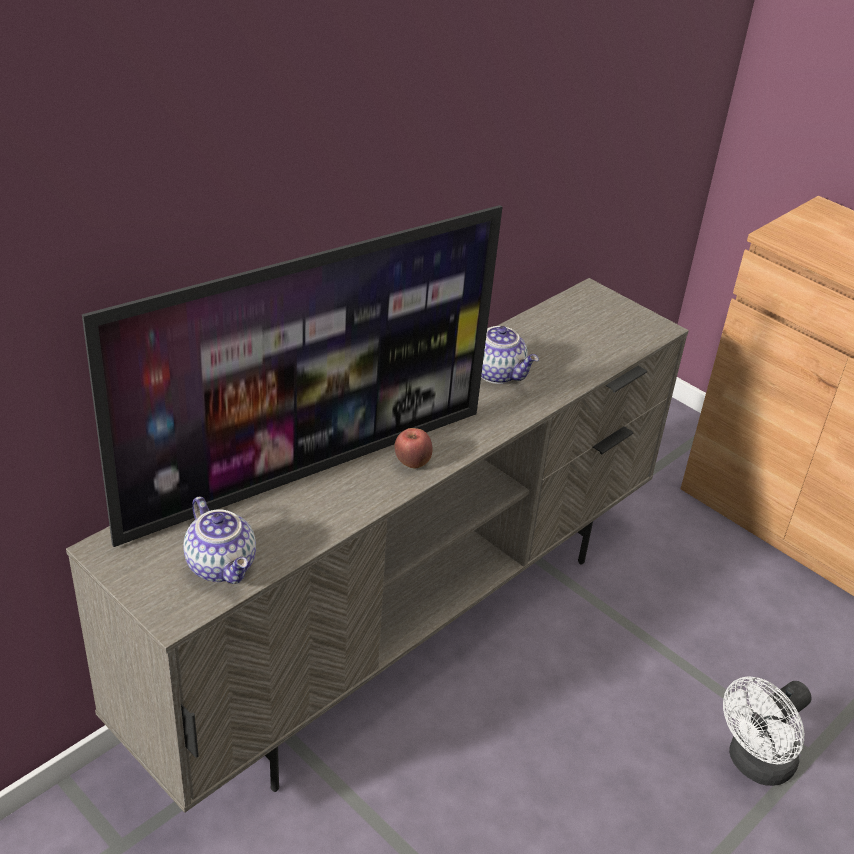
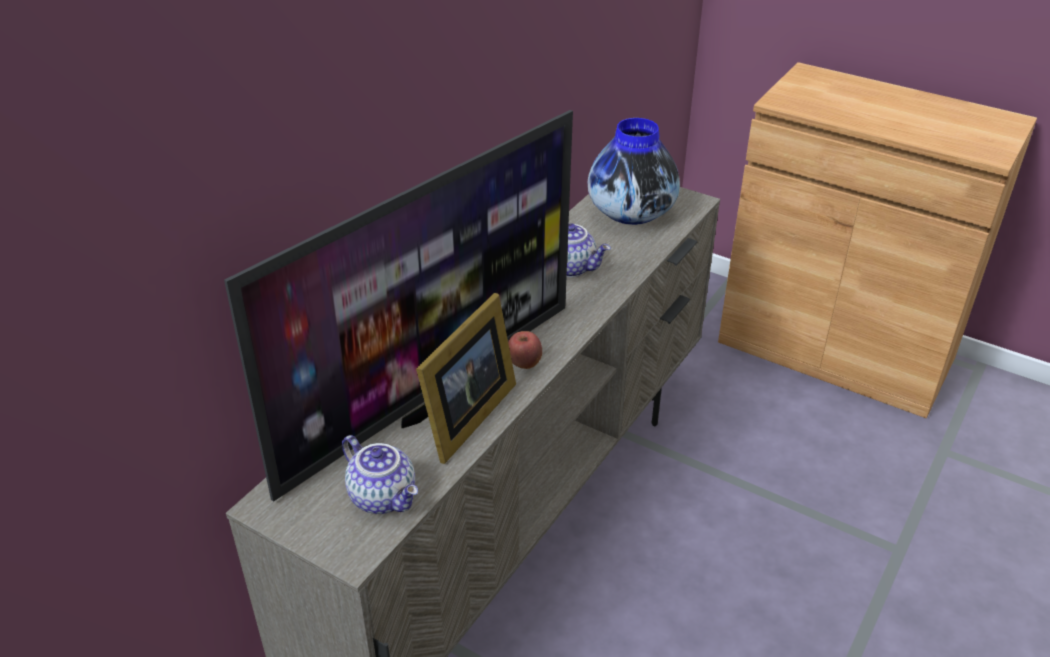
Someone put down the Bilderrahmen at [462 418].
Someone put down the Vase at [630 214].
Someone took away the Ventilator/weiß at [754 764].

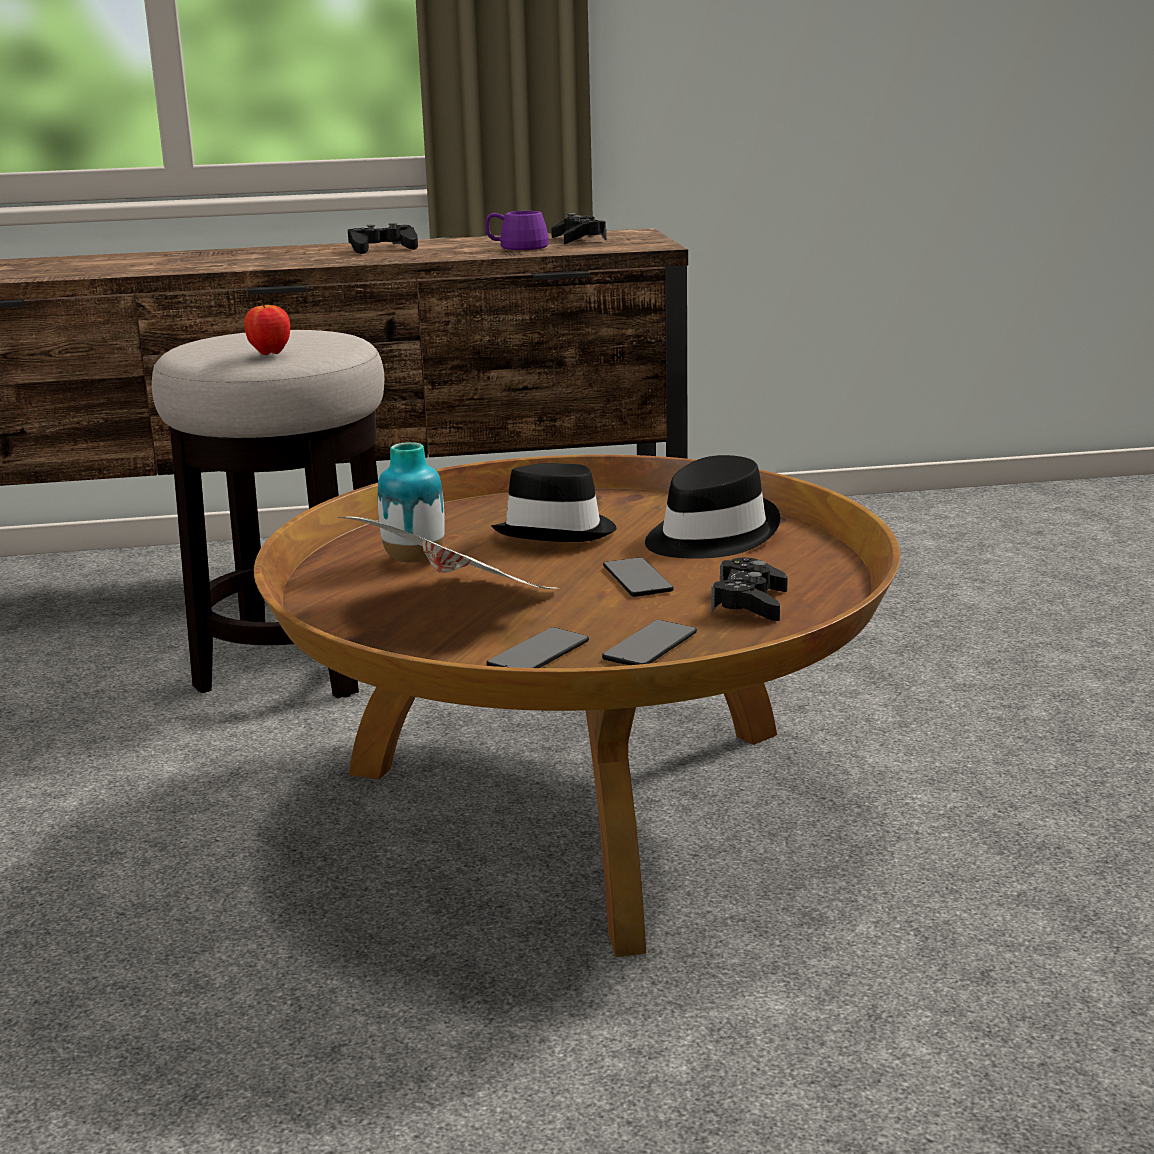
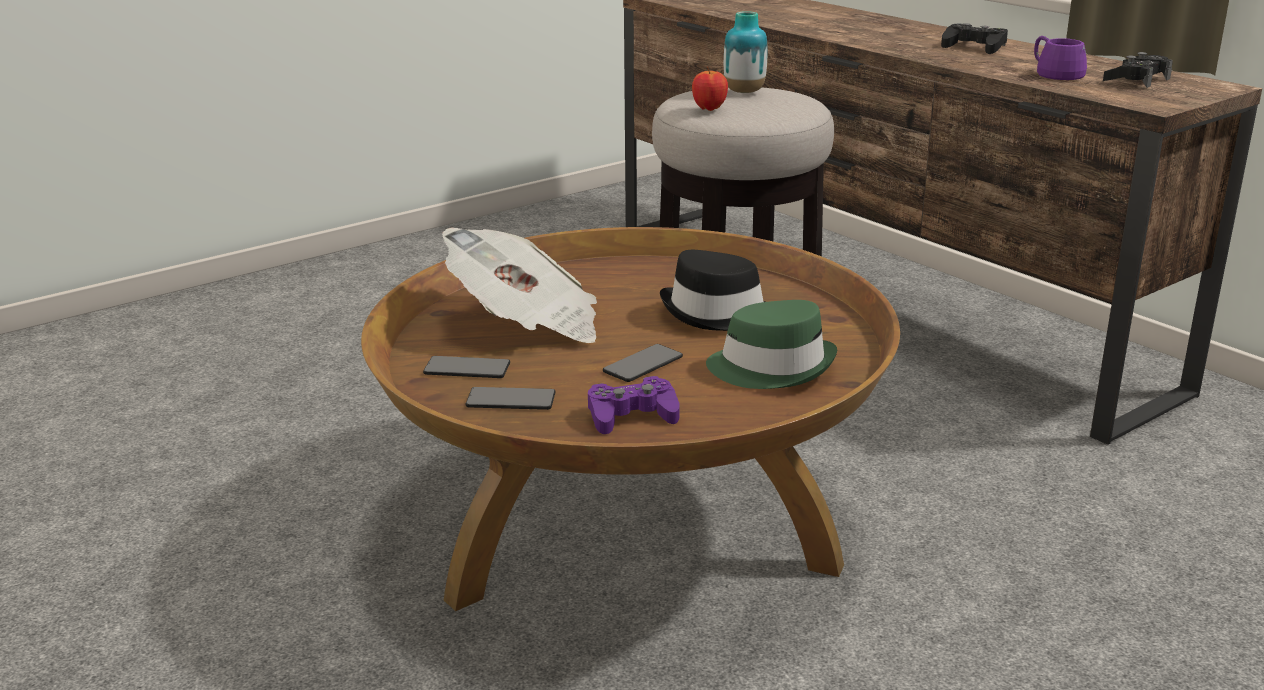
Someone repainted the Gamepad/schwarz at [749 603], which became the Gamepad/lila at [631 415].
Someone repainted the Hut/schwarz at [709 536], which became the Hut/grün at [772 367].
Someone carried the Vase from [414 559] to [744 92].

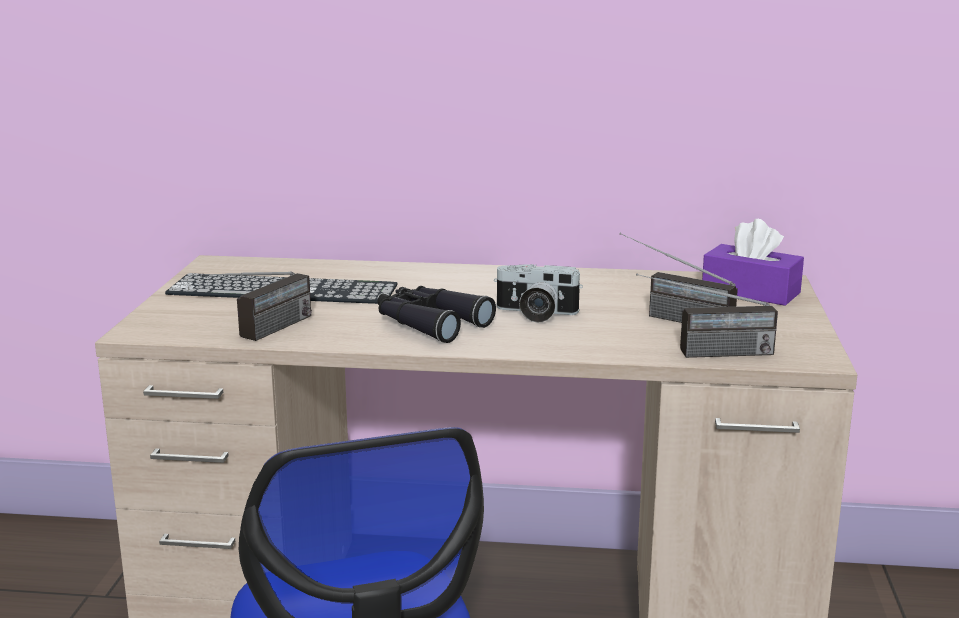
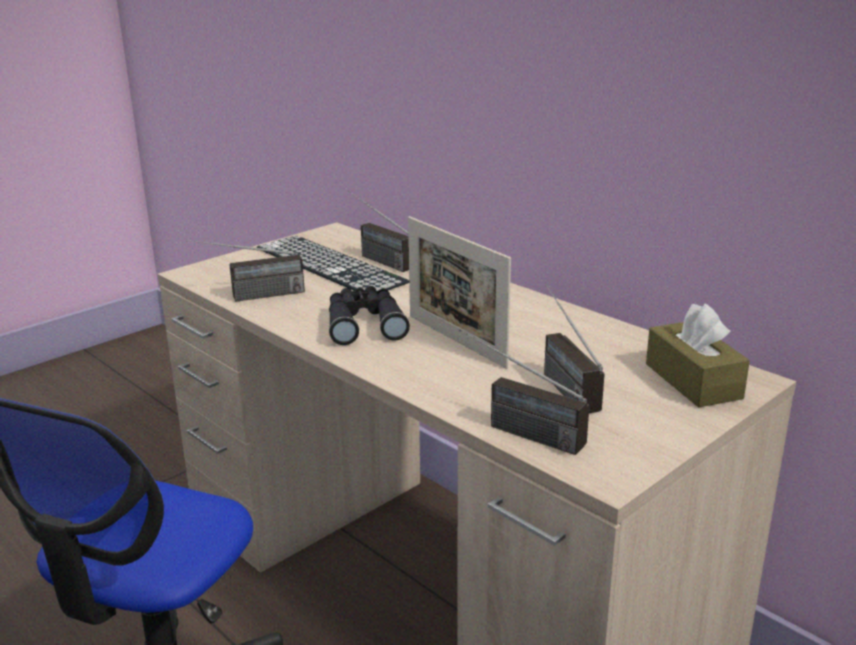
Someone put down the Radio at [375 258].
Someone swapped the Kamera at [535 314] for the Bilderrahmen at [456 341].
Someone repainted the Taschentuchbox/lila at [750 292], which became the Taschentuchbox/braun at [693 381].

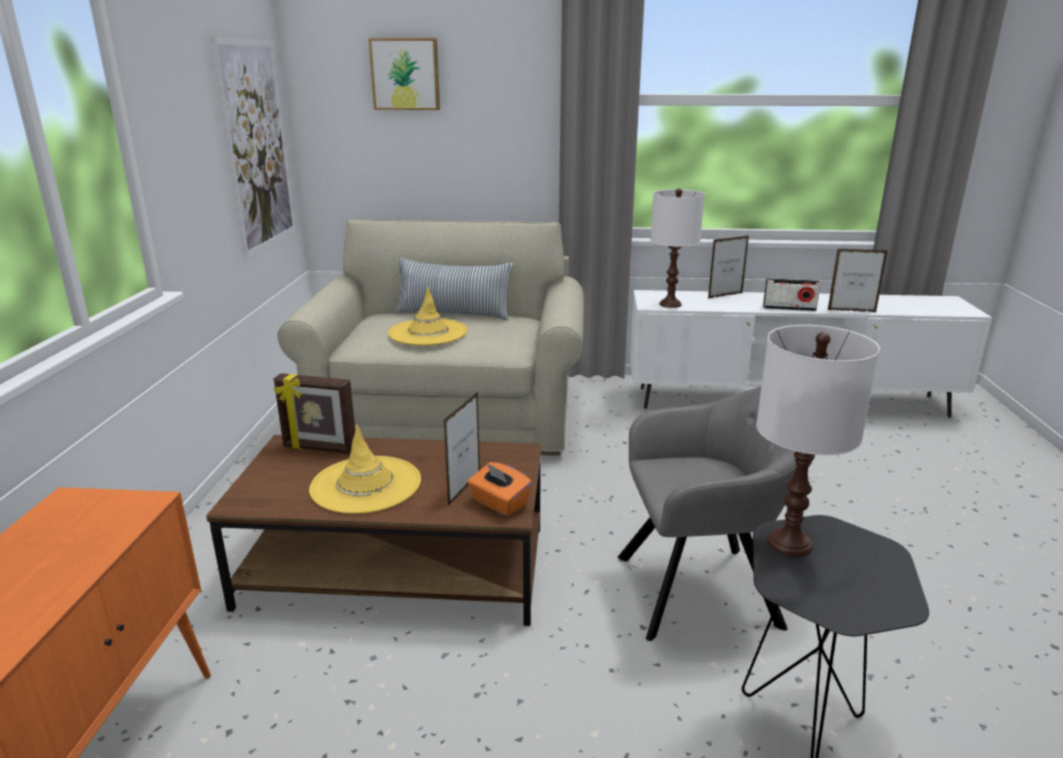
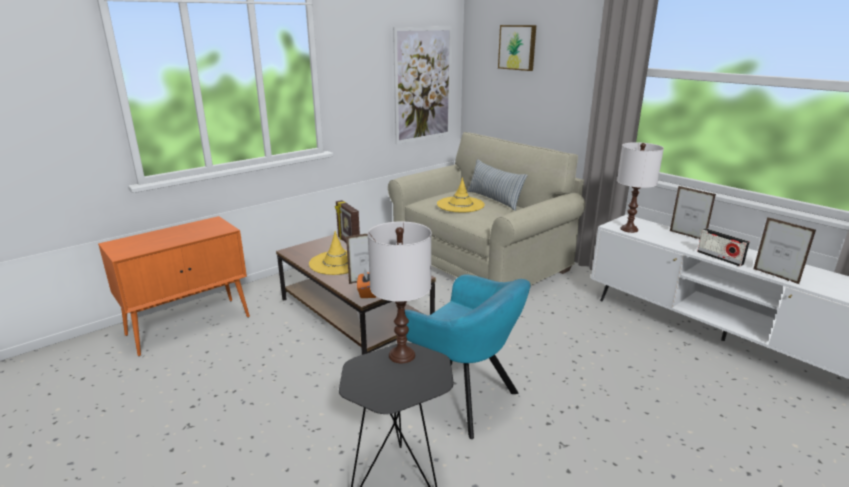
Someone repainted the Sessel/grau at [705 590], which became the Sessel/türkis at [463 398].
Someone rotated the Bilderrahmen at [725 295] by 150 degrees counterclockwise.

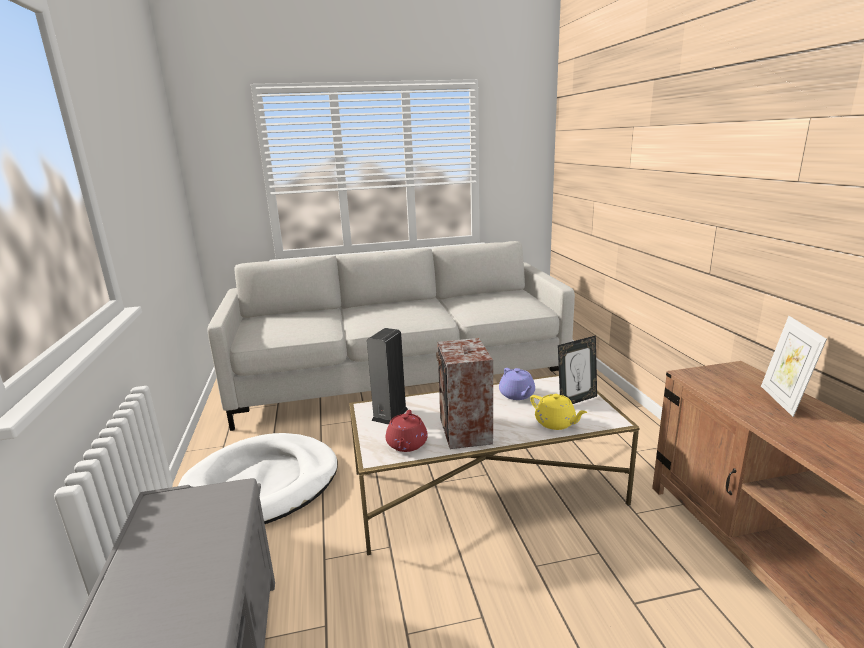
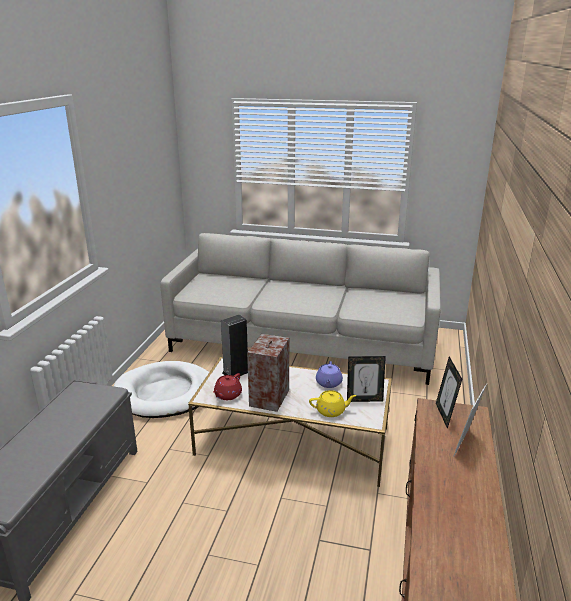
Someone rotated the Teekanne/gelb at [556 423] by 75 degrees counterclockwise.
Someone put down the Bilderrahmen at [444 415].

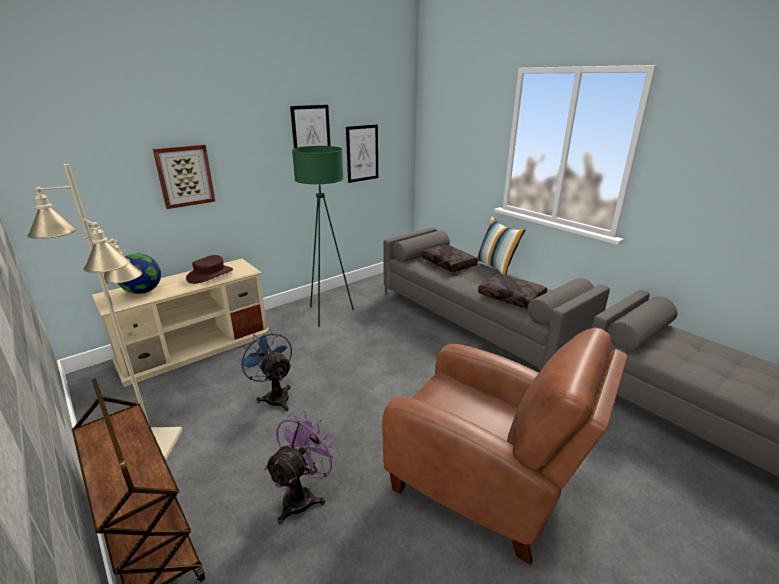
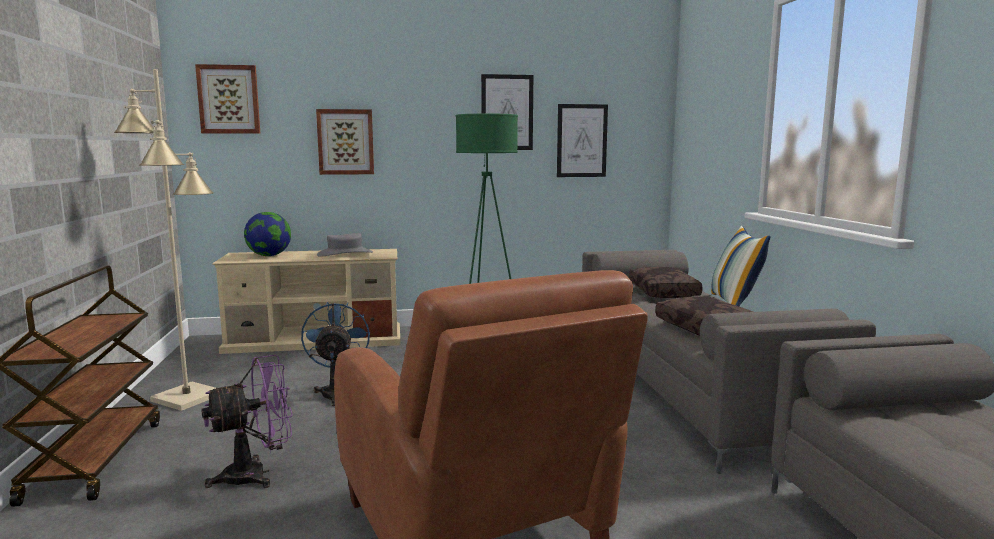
Someone put up the Bild at [229 99].
Someone repainted the Hut/braun at [210 275], which became the Hut/grau at [345 254].

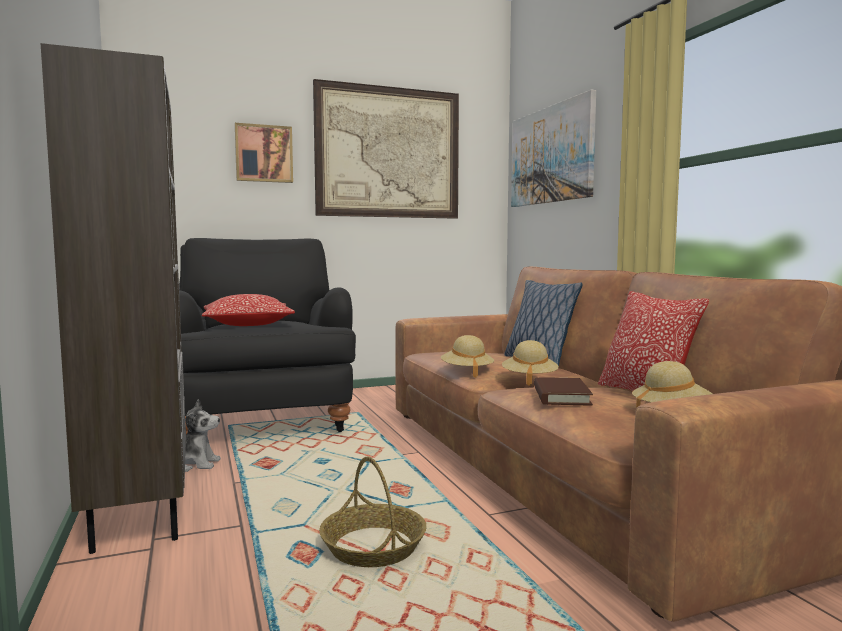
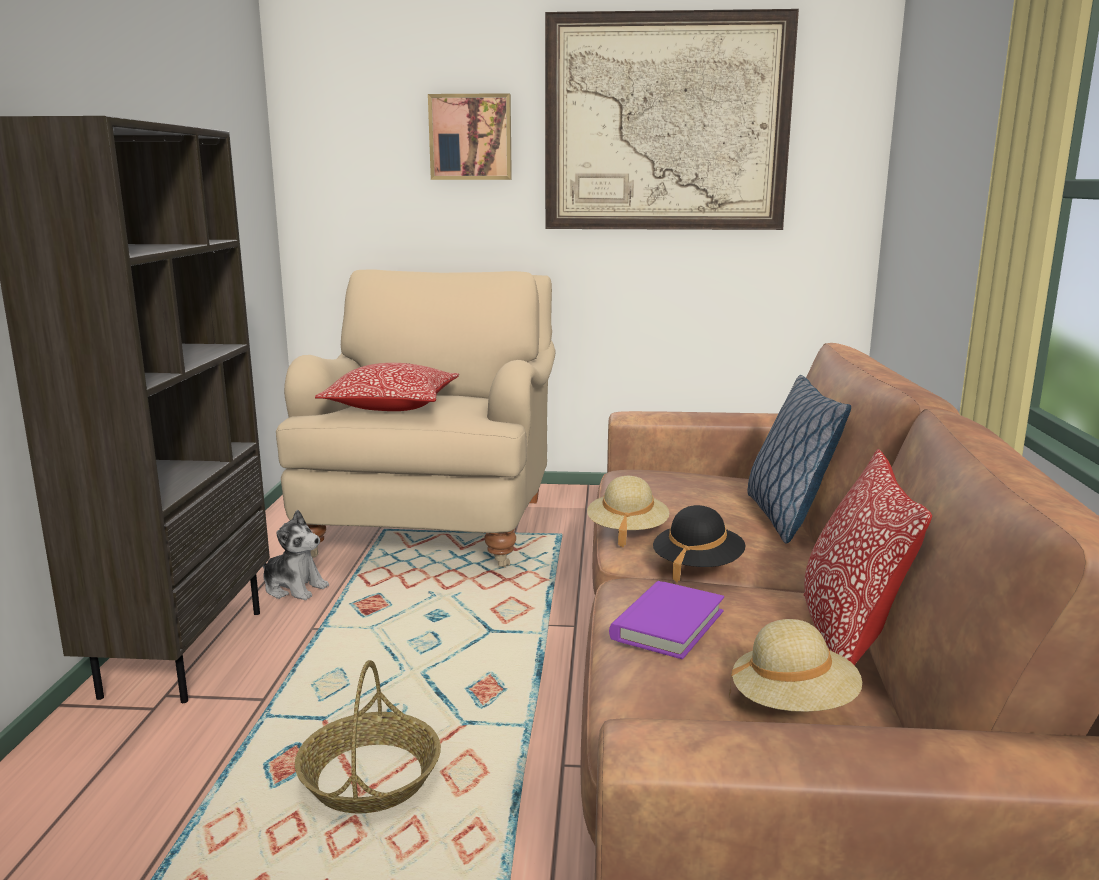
Someone repainted the Sessel/schwarz at [263 418], which became the Sessel/beige at [435 522].
Someone repainted the Buch/braun at [561 396], which became the Buch/lila at [667 625].
Someone repainted the Hut/beige at [529 379], which became the Hut/schwarz at [697 566].
Someone took away the Bild at [551 155].

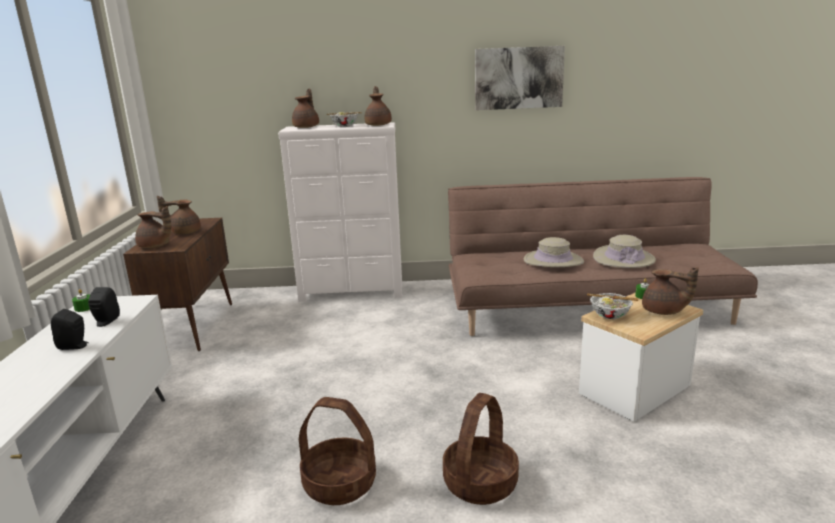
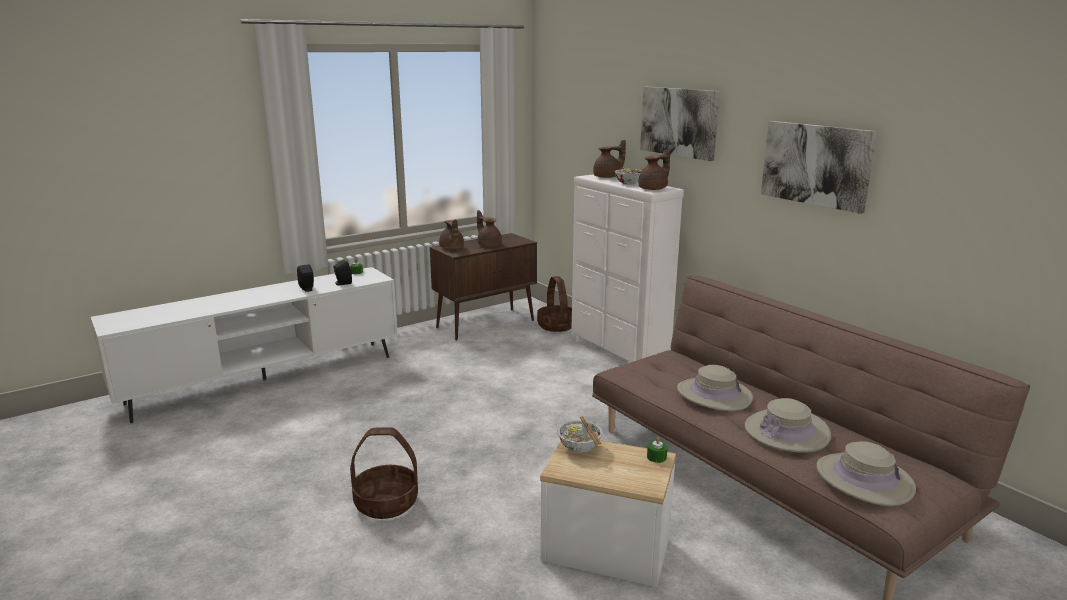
Someone carried the Korb from [340 483] to [557 326].
Someone put up the Bild at [679 122].
Someone put down the Hut/beige at [864 479].
Someone took away the Teekanne/braun at [663 311].

